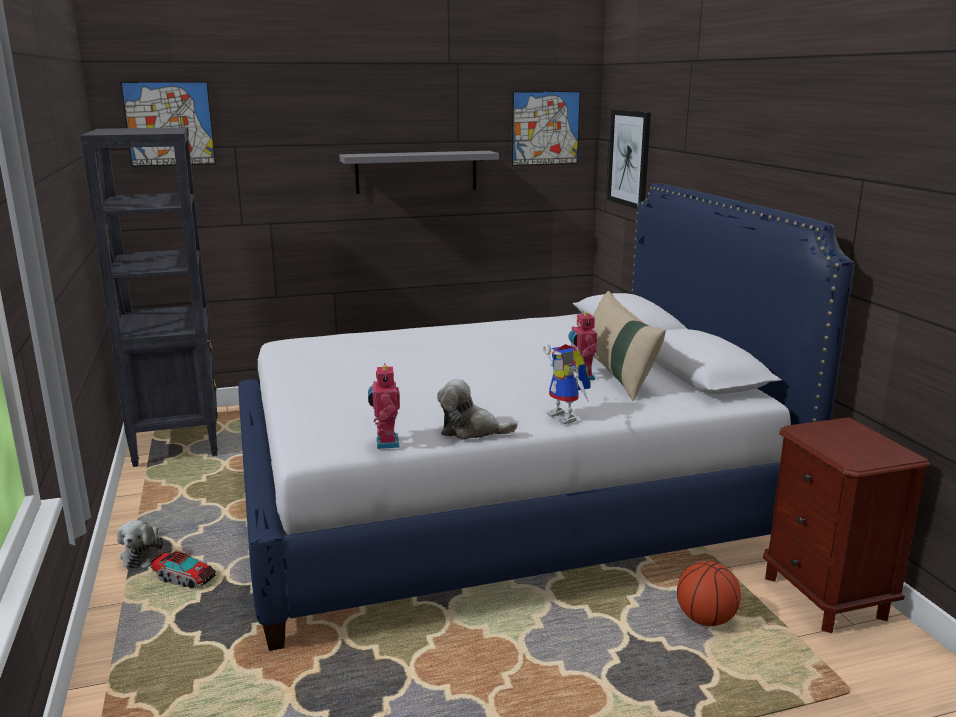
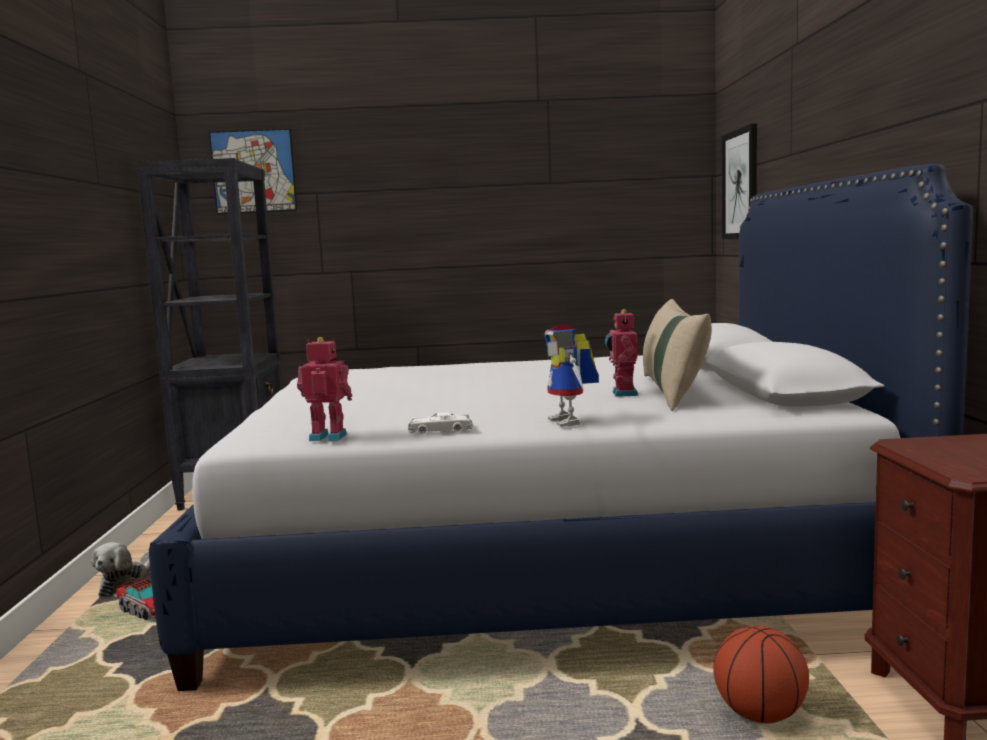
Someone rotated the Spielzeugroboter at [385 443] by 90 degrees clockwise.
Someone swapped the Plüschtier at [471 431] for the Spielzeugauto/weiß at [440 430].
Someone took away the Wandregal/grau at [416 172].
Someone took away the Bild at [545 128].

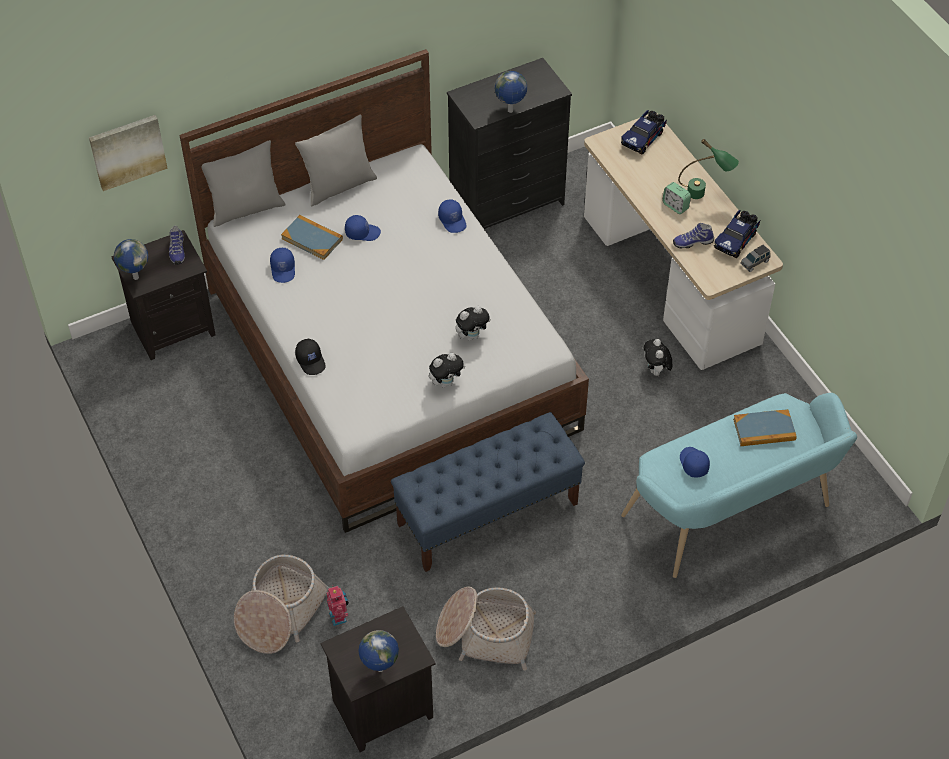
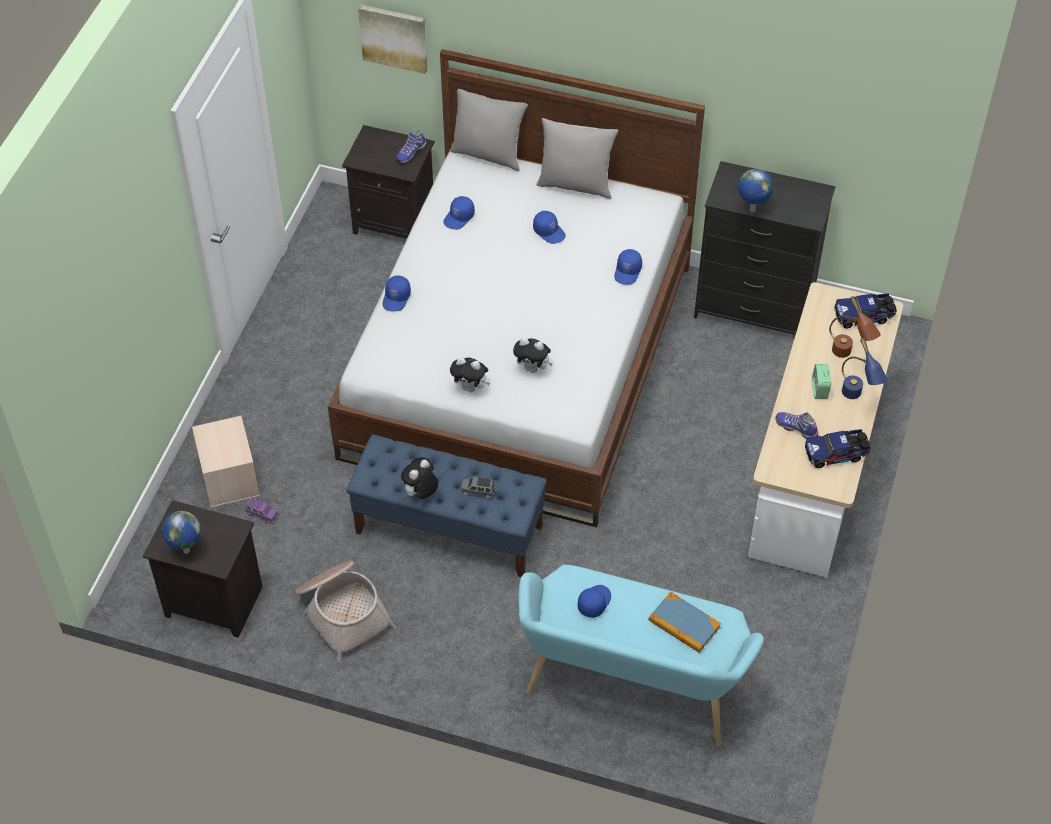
Someone swapped the Korb at [280 612] for the Aufbewahrungsbox/beige at [228 478].
Someone swapped the Spielzeugroboter at [339 617] for the Spielzeugauto/lila at [262 514].
Someone repainted the Kappe/schwarz at [311 361], which became the Kappe/blau at [397 298].
Someone carried the Plüschtier from [656 371] to [420 493].
Someone carried the Spielzeugauto/grau from [755 263] to [478 491].
Someone put down the Tischlampe/braun at [847 356].
Someone repainted the Tischlampe/grün at [704 195], which became the Tischlampe/blau at [856 398].
Someone took away the Globus at [135 277].
Someone took away the Buch at [312 239].

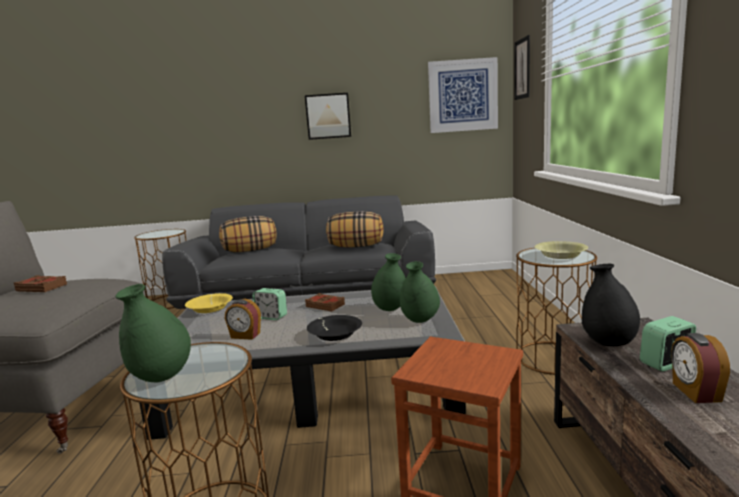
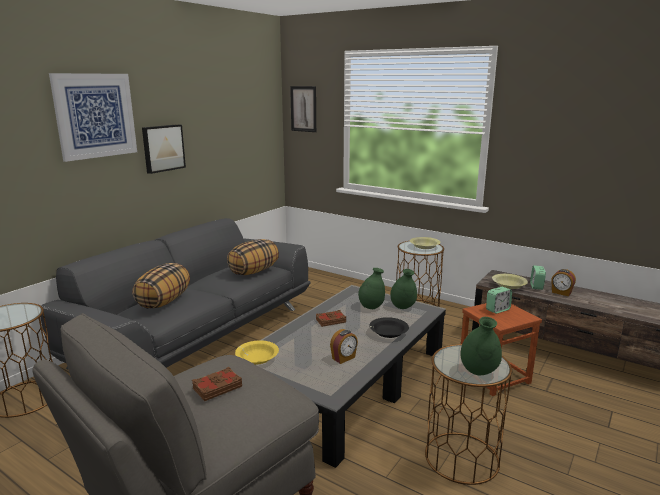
Someone carried the Bild from [463 95] to [95 115].
Someone carried the Wecker from [271 317] to [497 310].
Someone swapped the Vase/schwarz at [608 343] for the Schüssel/gelb at [508 285].

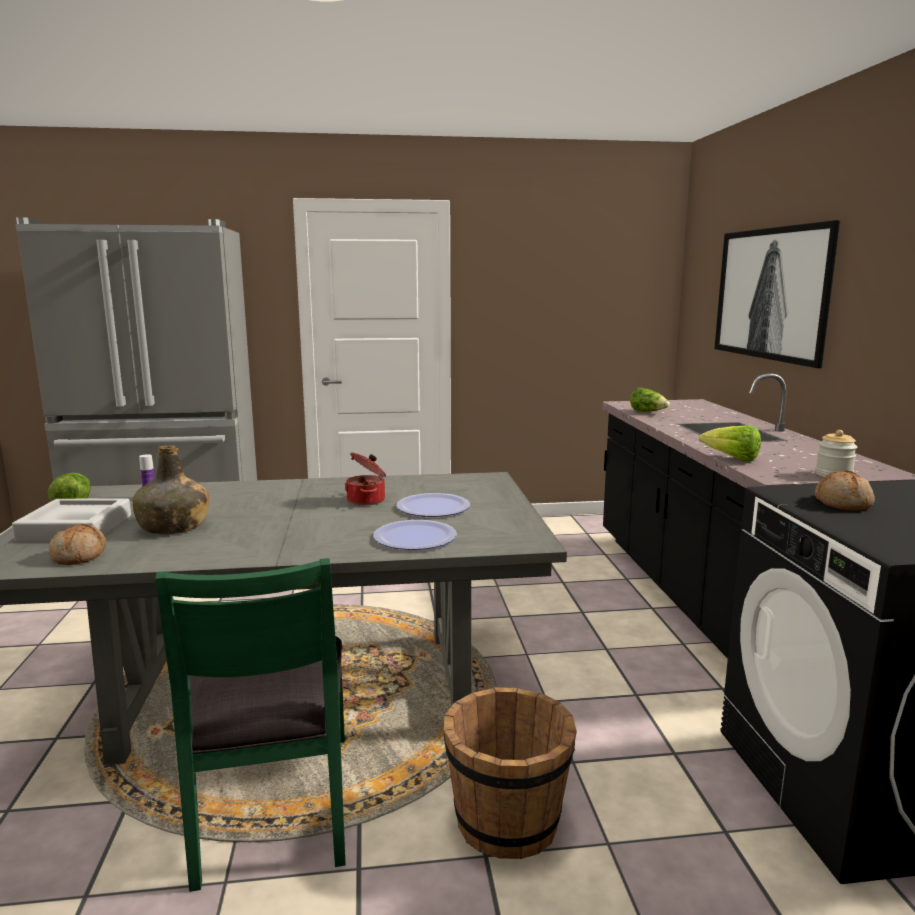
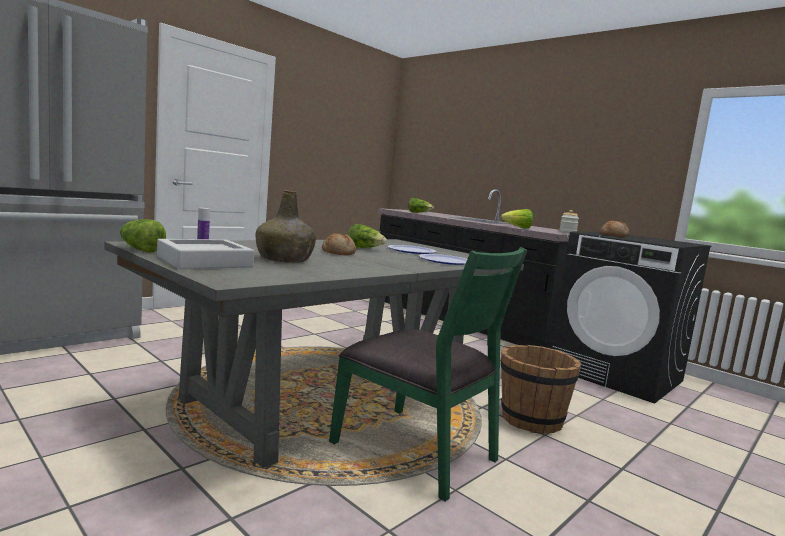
Someone carried the Brot from [80 556] to [338 252].
Someone swapped the Kochtopf at [367 500] for the Salatkopf at [365 248].
Someone took away the Bild at [772 293].

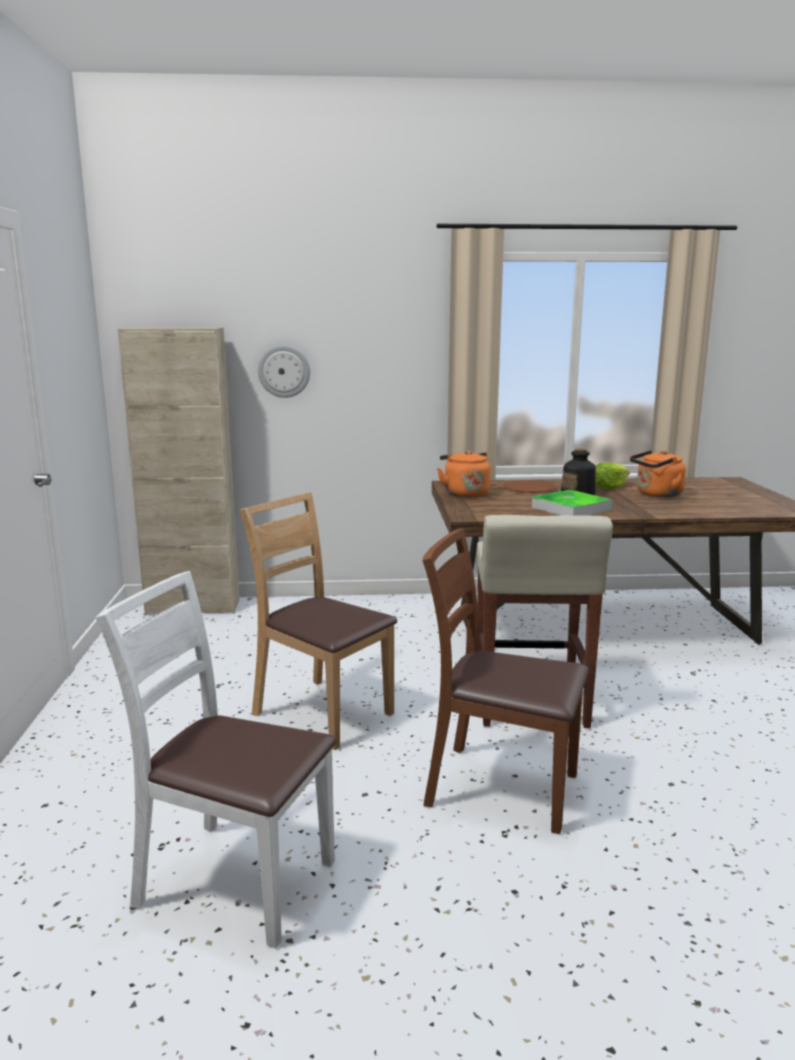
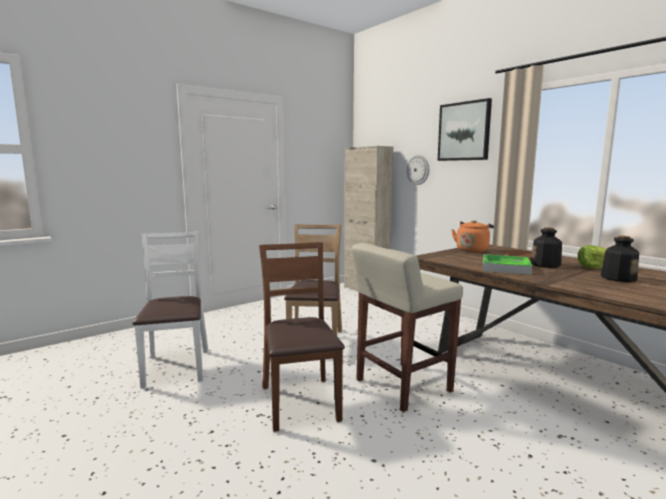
Someone put up the Bild at [464 131].
Someone swapped the Wasserkessel/orange at [656 494] for the Flasche at [618 278].

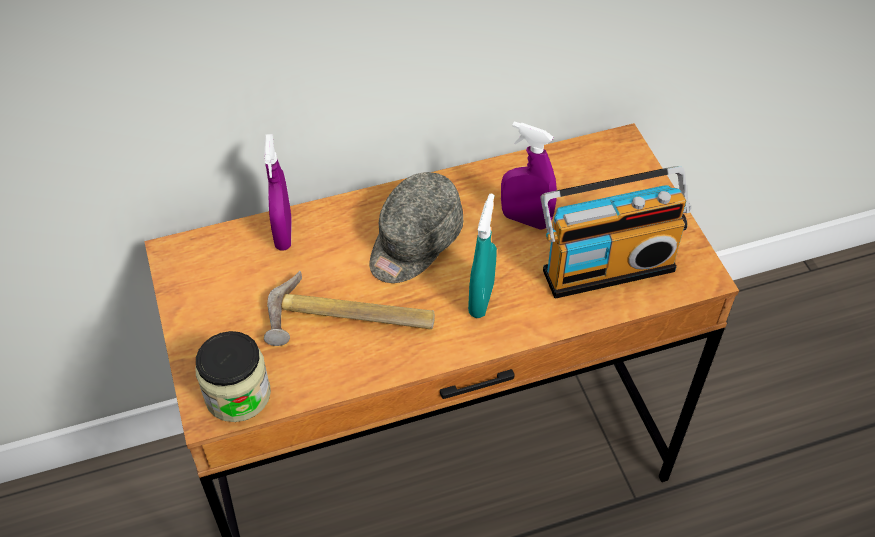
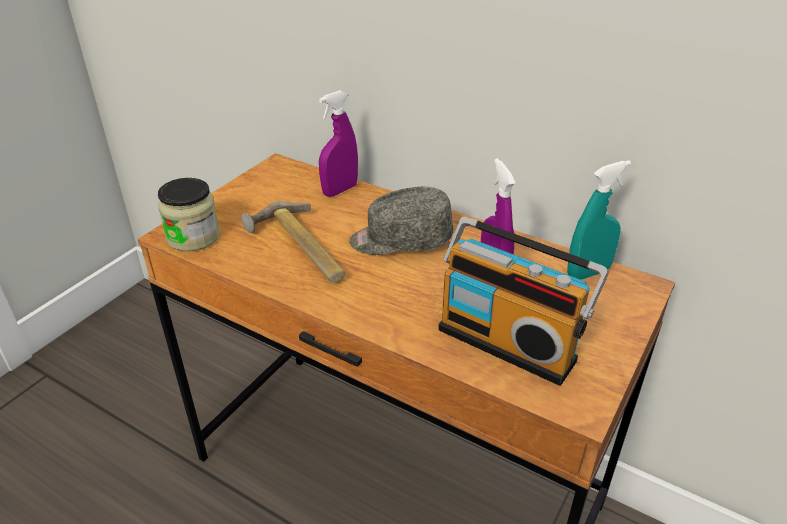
Someone carried the Sprühflasche/türkis from [481 299] to [588 273].

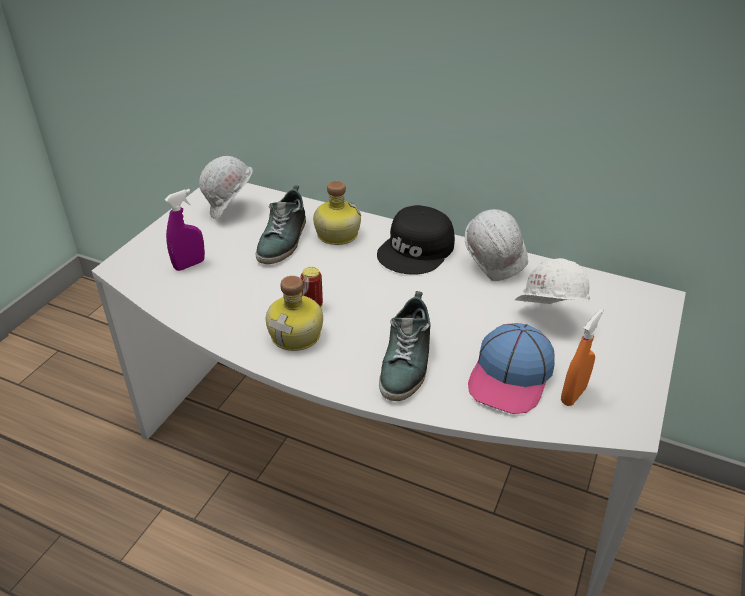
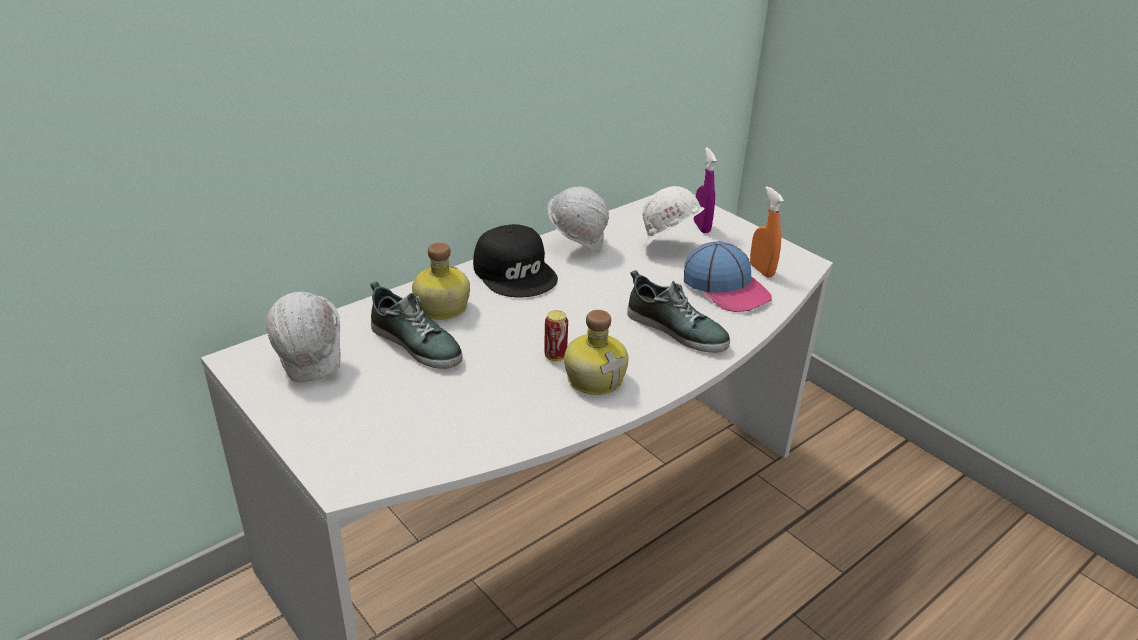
Someone carried the Sprühflasche/lila from [189 265] to [701 227].

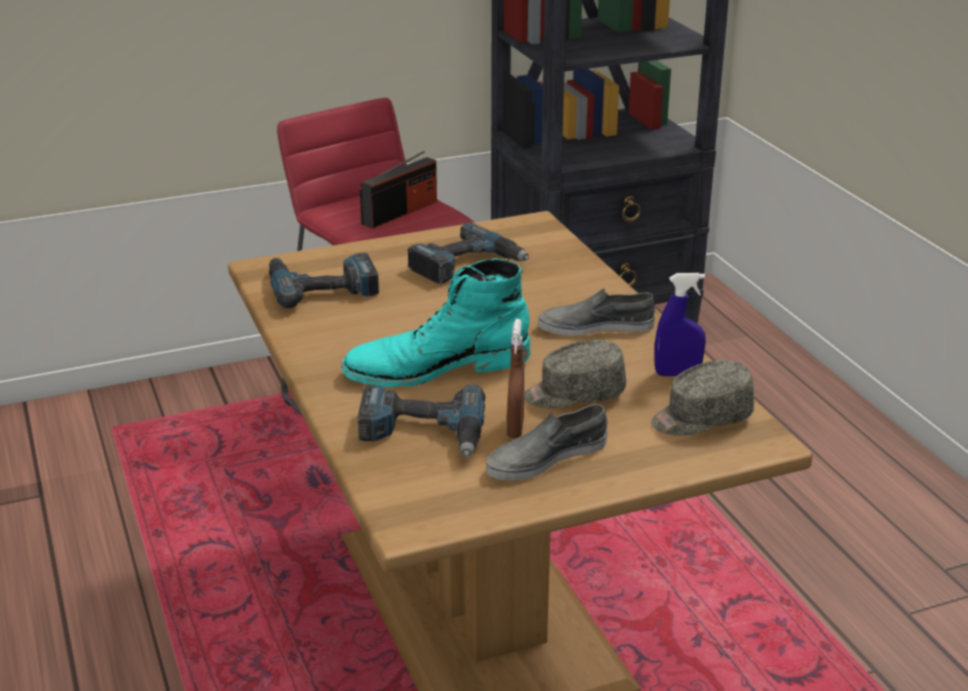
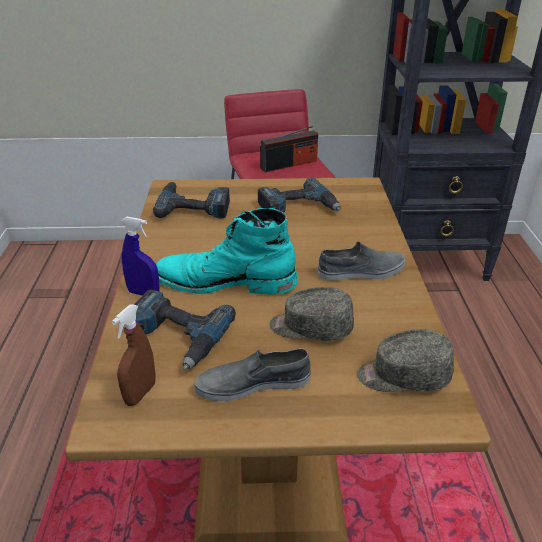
Someone carried the Sprühflasche/braun from [515 428] to [140 393].
Someone carried the Sprühflasche/blau from [677 374] to [143 293].
Someone rotated the Schuh/grau at [595 326] by 150 degrees clockwise.

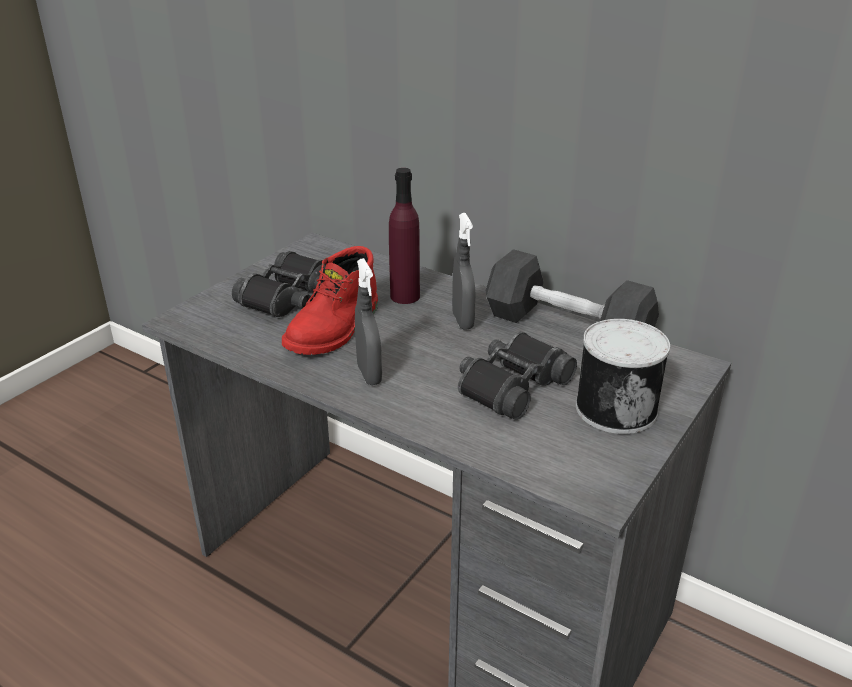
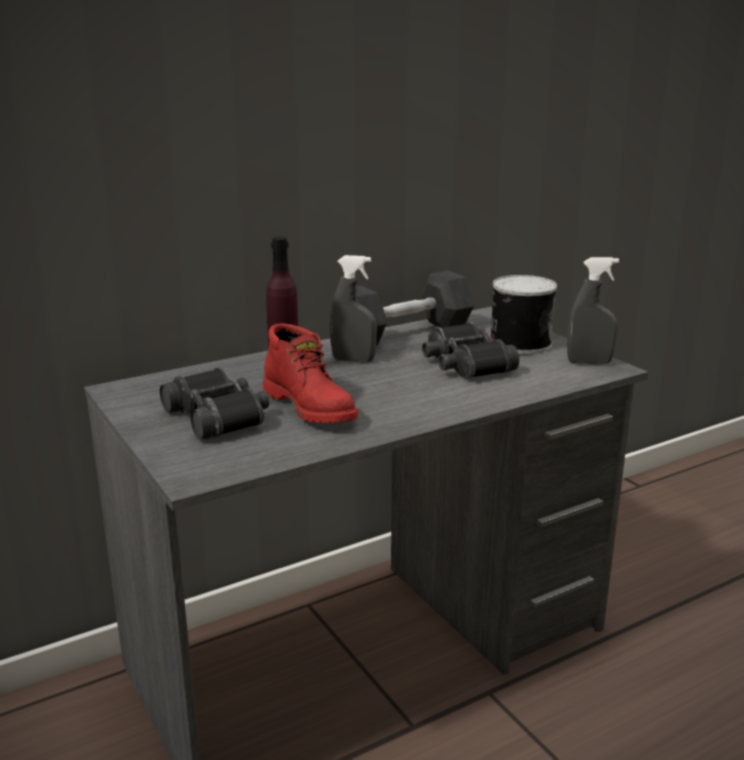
Someone carried the Sprühflasche/grau from [369 374] to [589 362].

